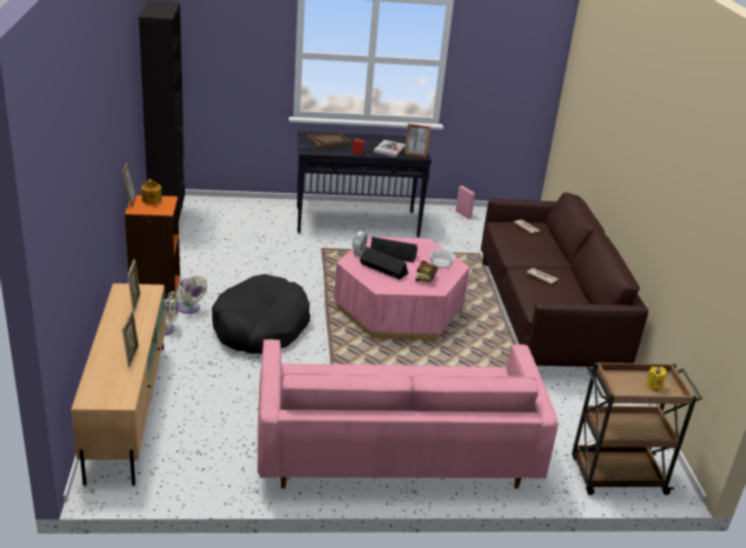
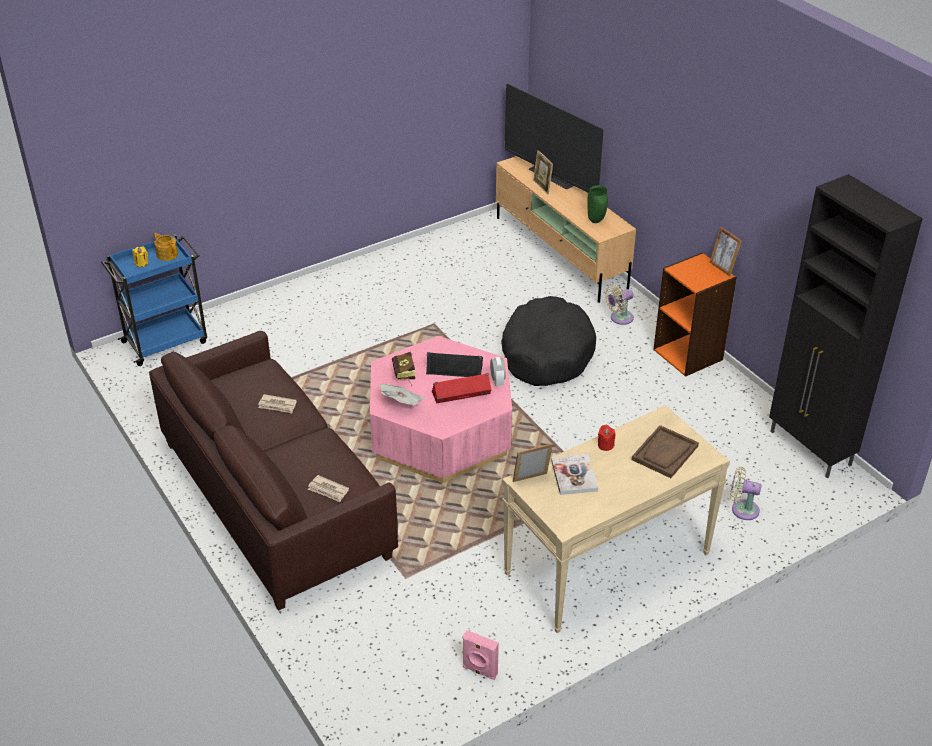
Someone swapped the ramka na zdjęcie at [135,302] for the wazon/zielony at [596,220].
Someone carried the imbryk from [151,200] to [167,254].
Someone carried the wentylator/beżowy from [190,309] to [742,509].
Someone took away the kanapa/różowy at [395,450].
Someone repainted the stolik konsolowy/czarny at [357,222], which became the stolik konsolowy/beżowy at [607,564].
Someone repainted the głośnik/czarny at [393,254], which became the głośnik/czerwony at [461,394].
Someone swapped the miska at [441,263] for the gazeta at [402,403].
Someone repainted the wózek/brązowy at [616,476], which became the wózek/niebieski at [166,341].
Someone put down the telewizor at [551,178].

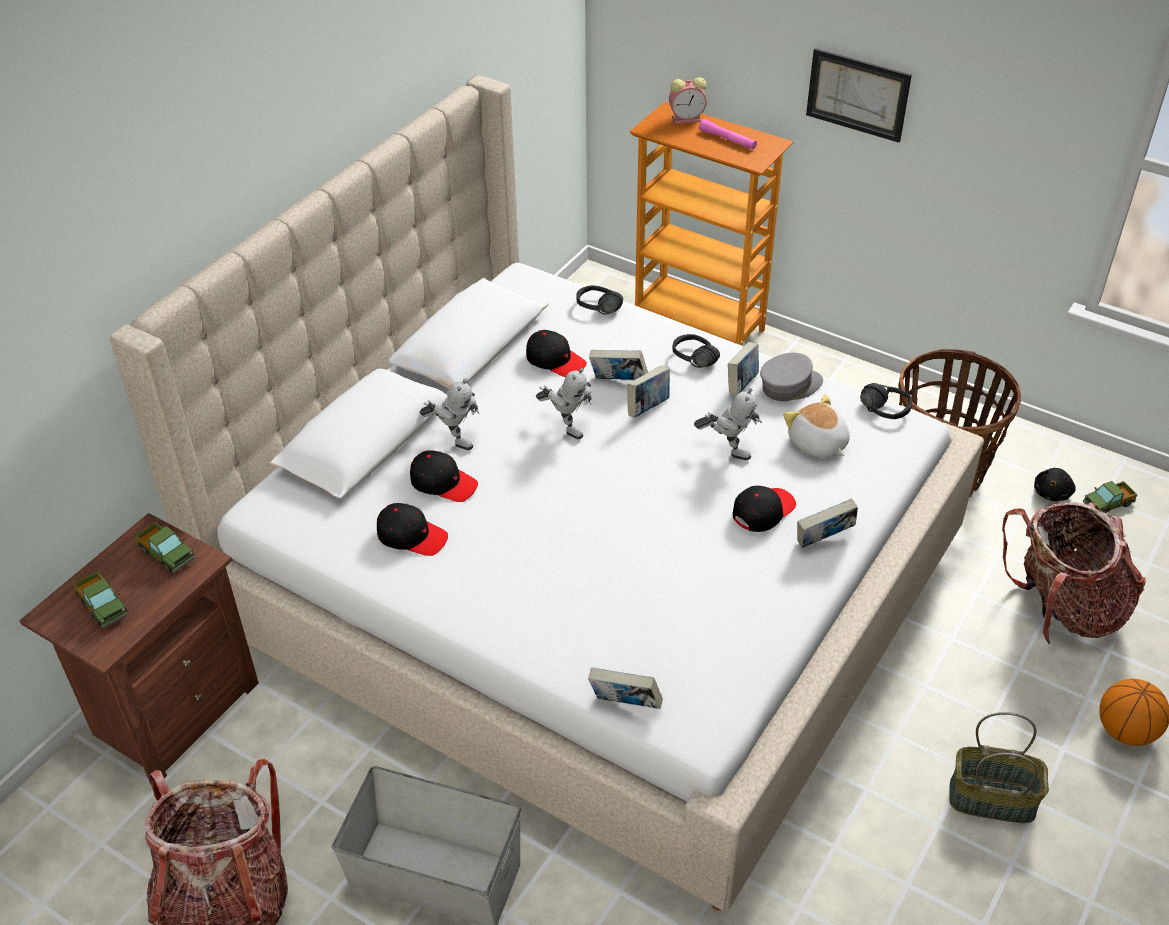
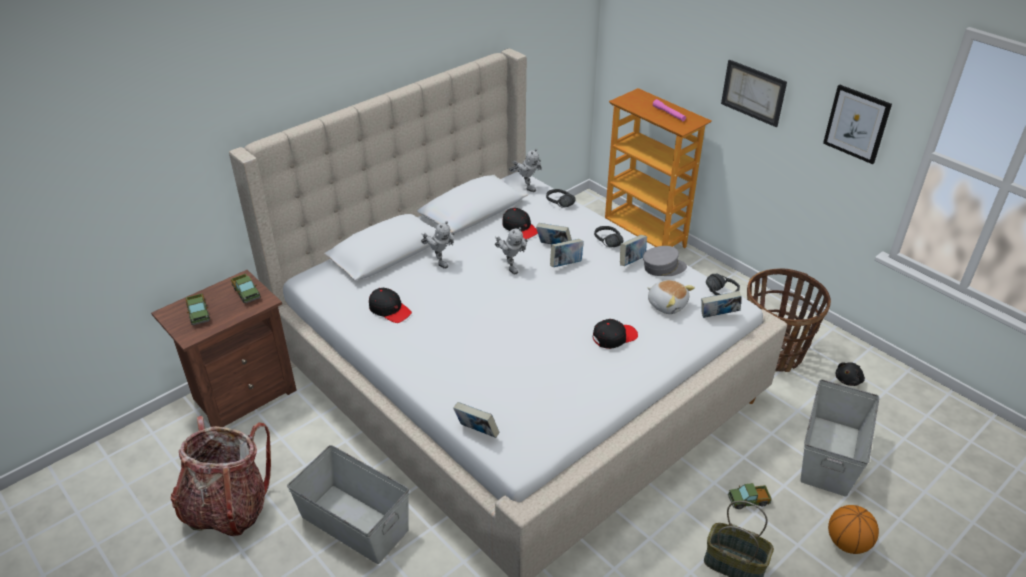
Someone took away the czapka z daszkiem/czarny at [443,483].
Someone took away the budzik at [687,119].
Someone carried the robot zabawkowy from [727,449] to [526,186].
Someone rotated the pluszak at [817,444] by 150 degrees clockwise.
Someone carried the książka from [824,540] to [718,316].
Someone swapped the plecak at [1062,609] for the pojemnik do przechowywania/szary at [829,455].
Someone carried the ciężarówka zabawkowa from [1108,504] to [748,501].
Someone put up the obraz at [857,124].

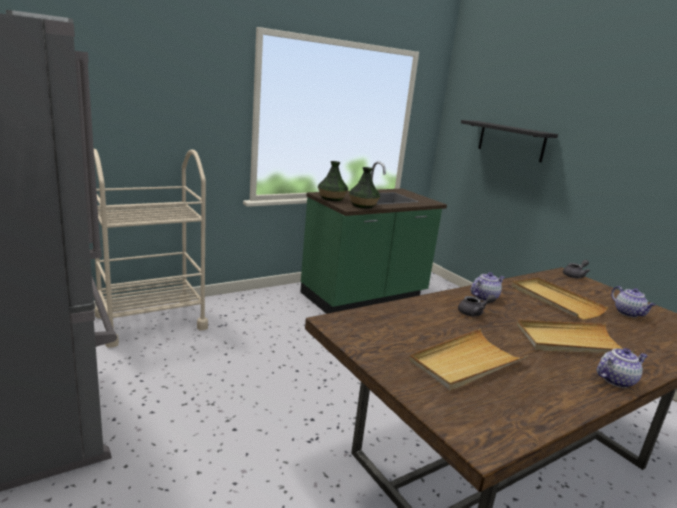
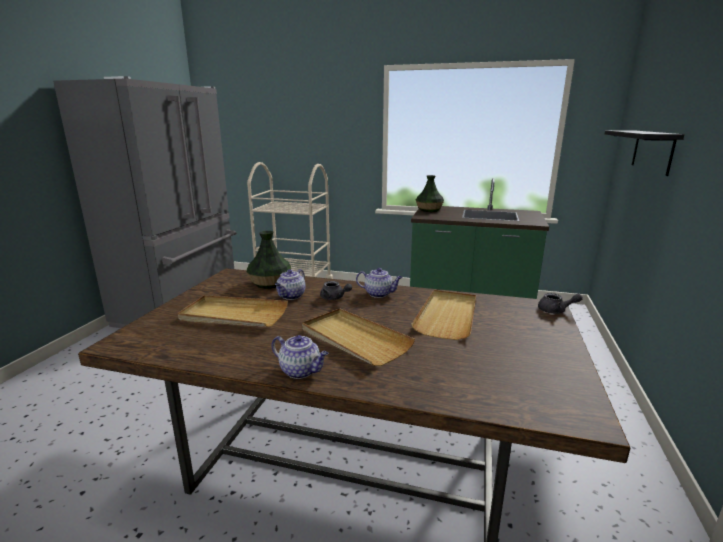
Someone carried the wazon from [363,205] to [270,283].
Someone carried the imbryk from [628,313] to [291,296].

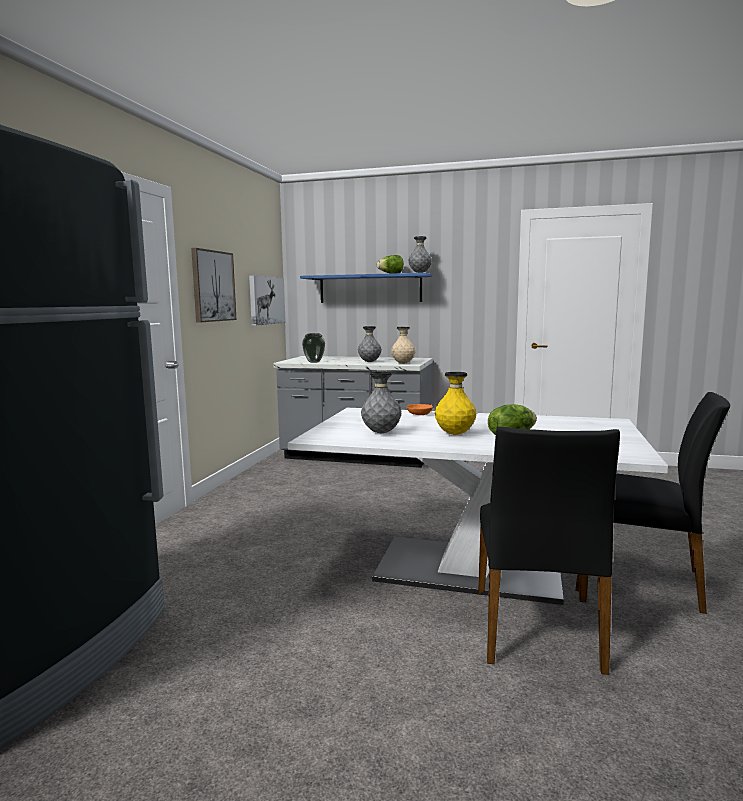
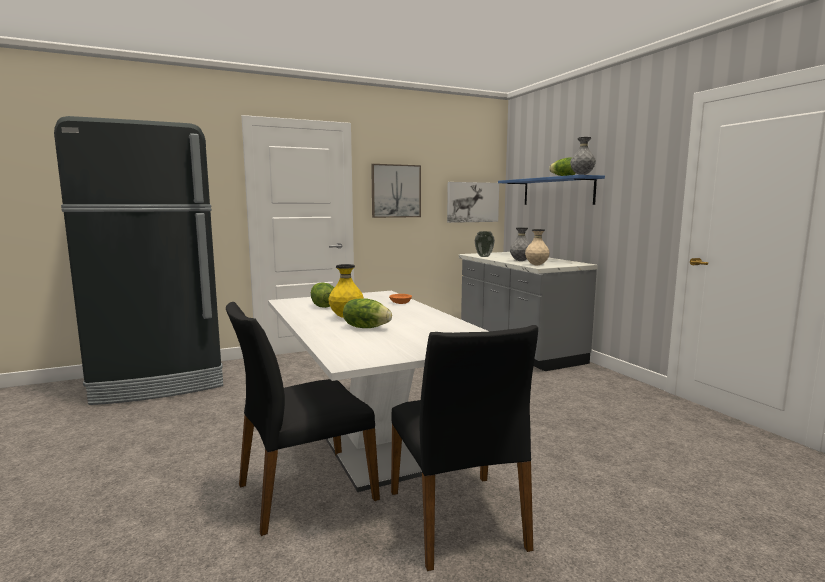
Someone swapped the wazon/szary at [381,433] for the sałata at [322,306].

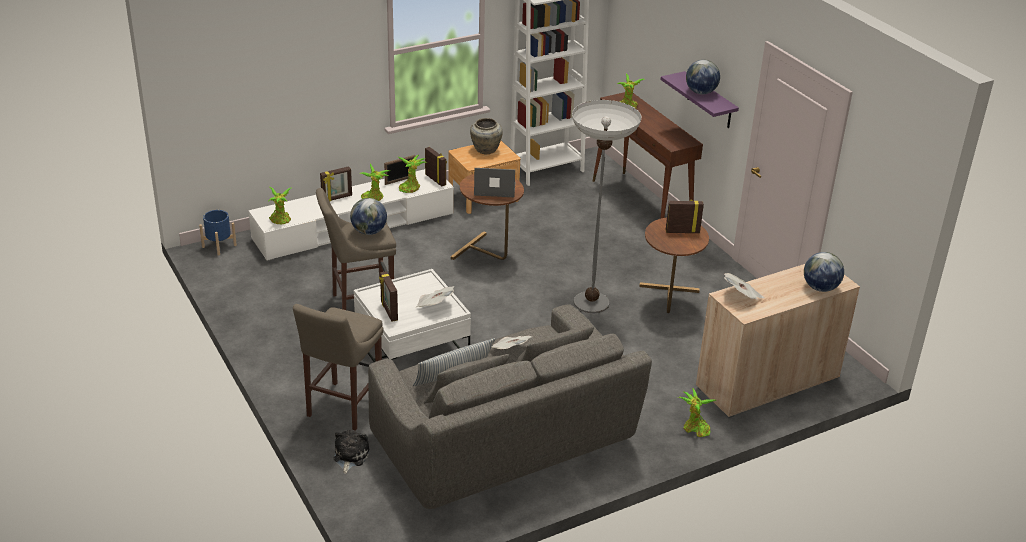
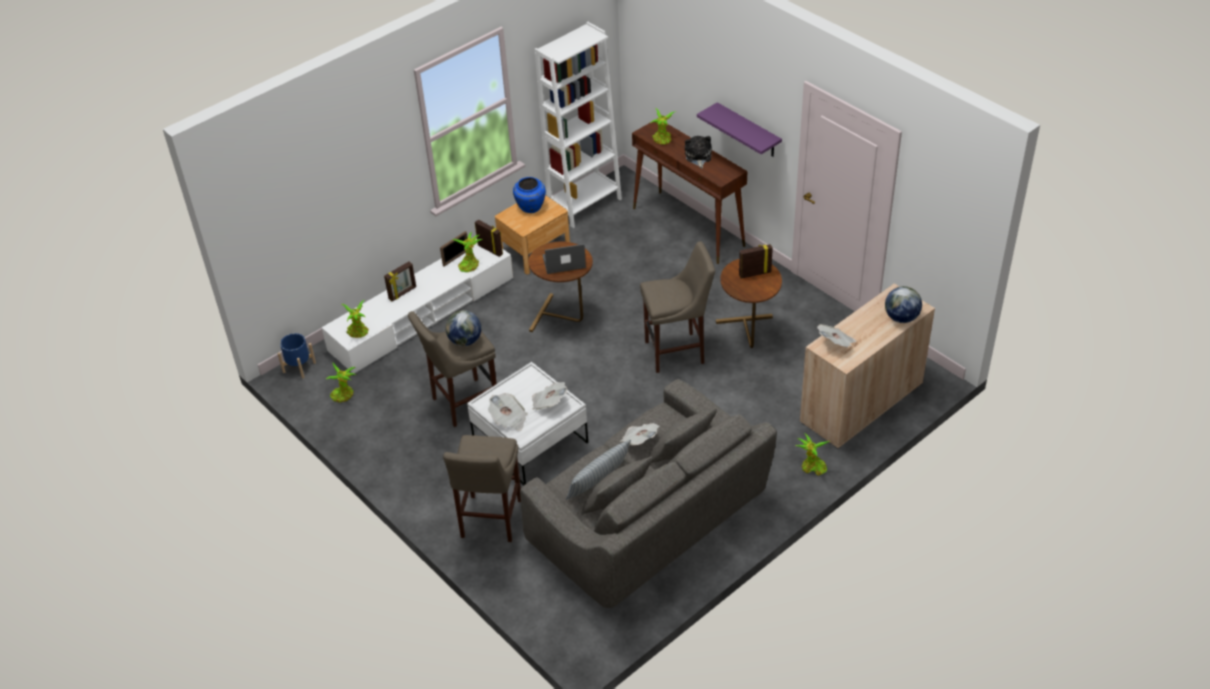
Someone carried the pluszak from [350,456] to [698,157].
Someone carried the roślina doniczkowa from [374,198] to [344,395].
Someone swapped the ramka na zdjęcie at [388,311] for the gazeta at [509,419].
Someone repainted the wazon/beżowy at [485,150], which became the wazon/niebieski at [530,208].
Someone swapped the lampa stojąca at [591,303] for the stołek/beżowy at [678,352].
Someone took away the globus at [700,92].

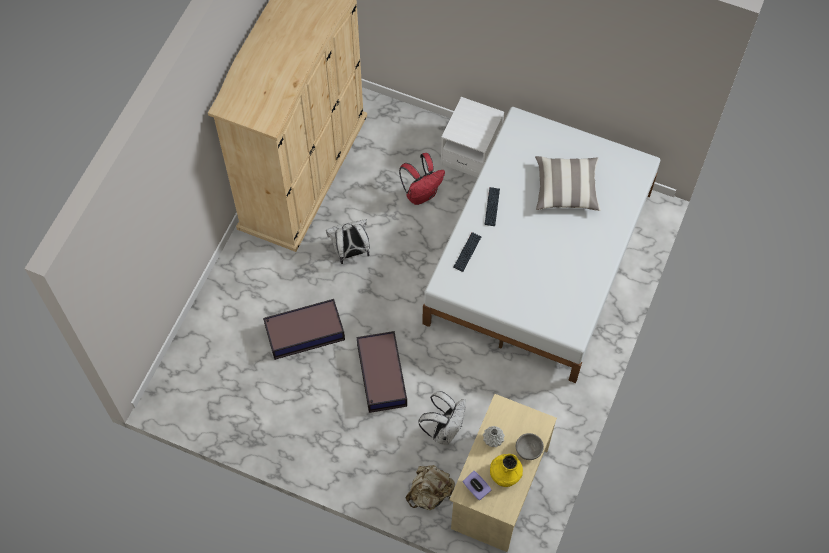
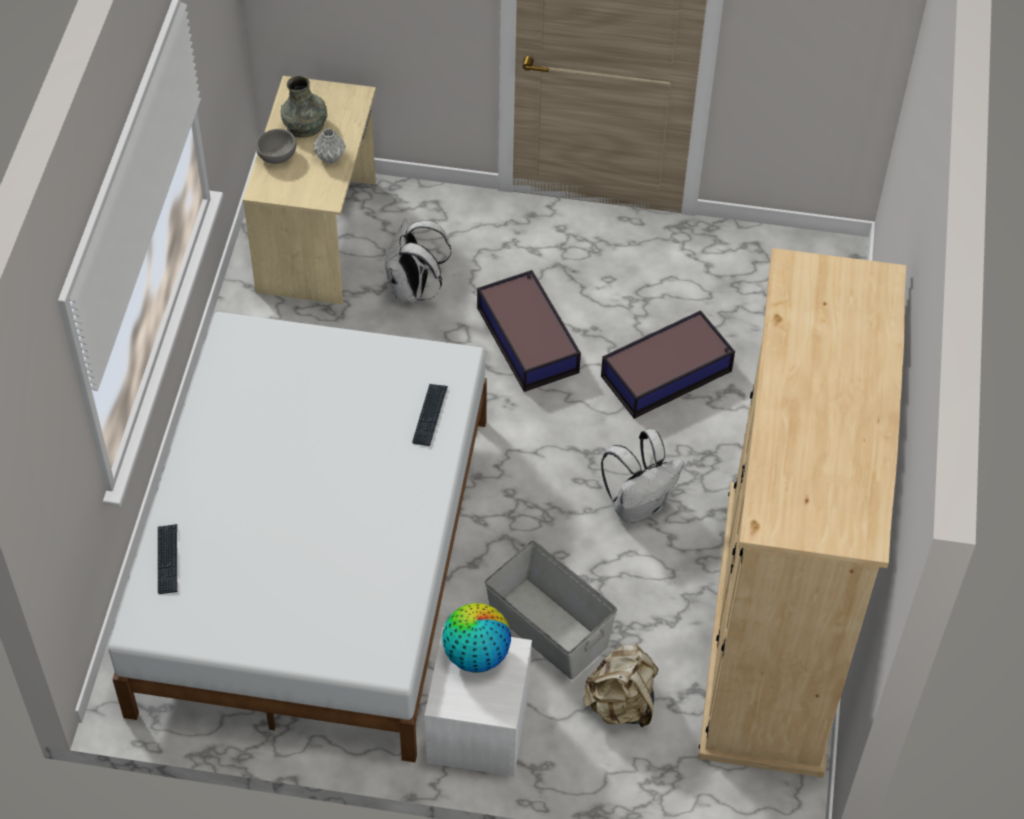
Someone swapped the plecak/czerwony at [421,194] for the pojemnik do przechowywania/szary at [548,629].
Someone carried the plecak/beżowy from [429,493] to [621,704].
Someone took away the pudełko chusteczek/fioletowy at [476,489].
Someone carried the klawiatura from [492,207] to [167,559].
Someone repainted the wazon/żółty at [505,474], which became the wazon/szary at [305,125].
Someone took away the poduszka at [566,189].
Someone put down the globus at [476,654].

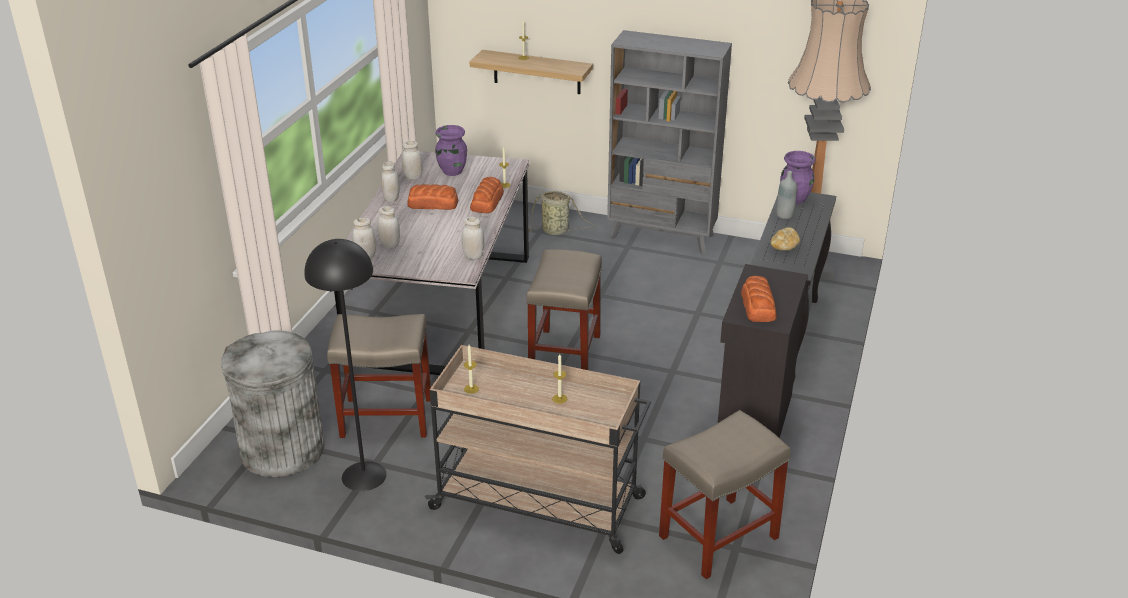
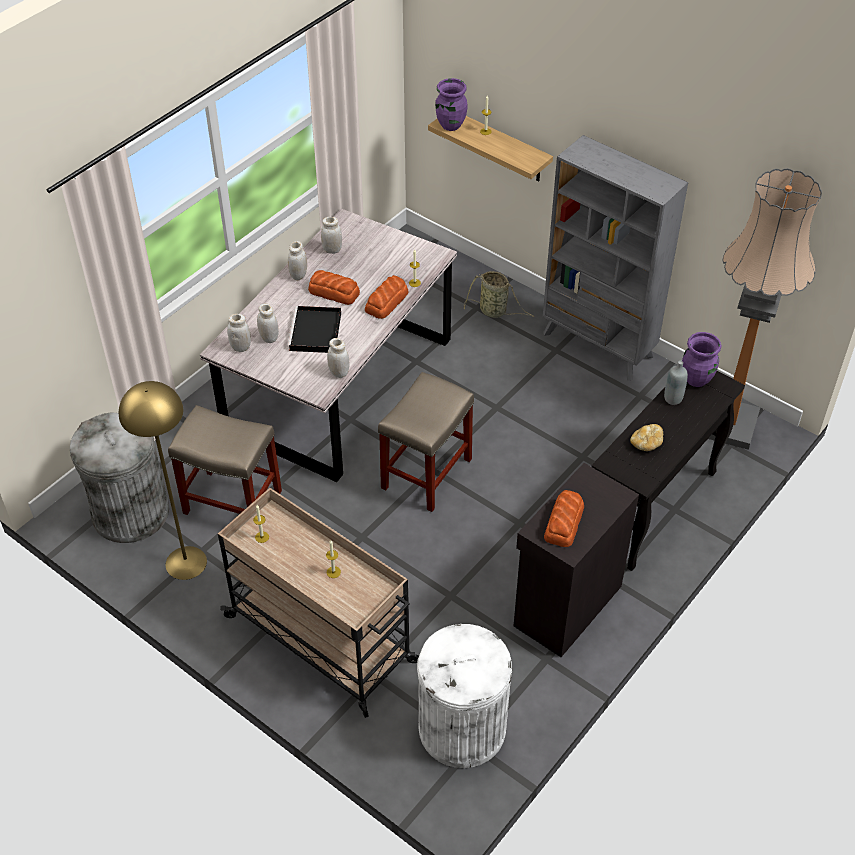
Someone repainted the lampa stojąca/czarny at [364,476], which became the lampa stojąca/żółty at [186,563].
Someone carried the wazon/fioletowy from [452,171] to [450,125].
Someone swapped the stołek/beżowy at [717,538] for the kosz na śmieci/biały at [461,728].
Someone put down the taca/czarny at [315,333].

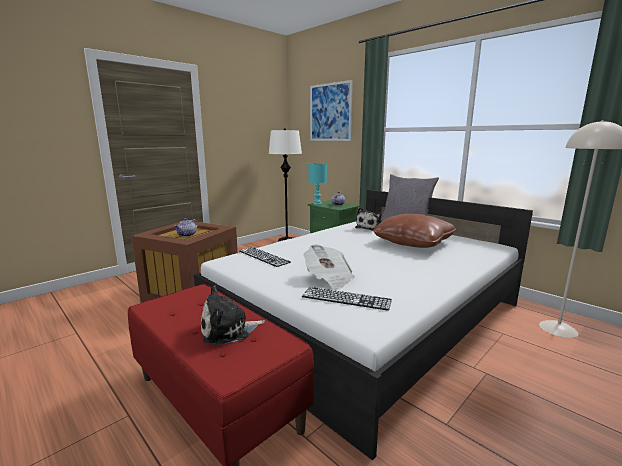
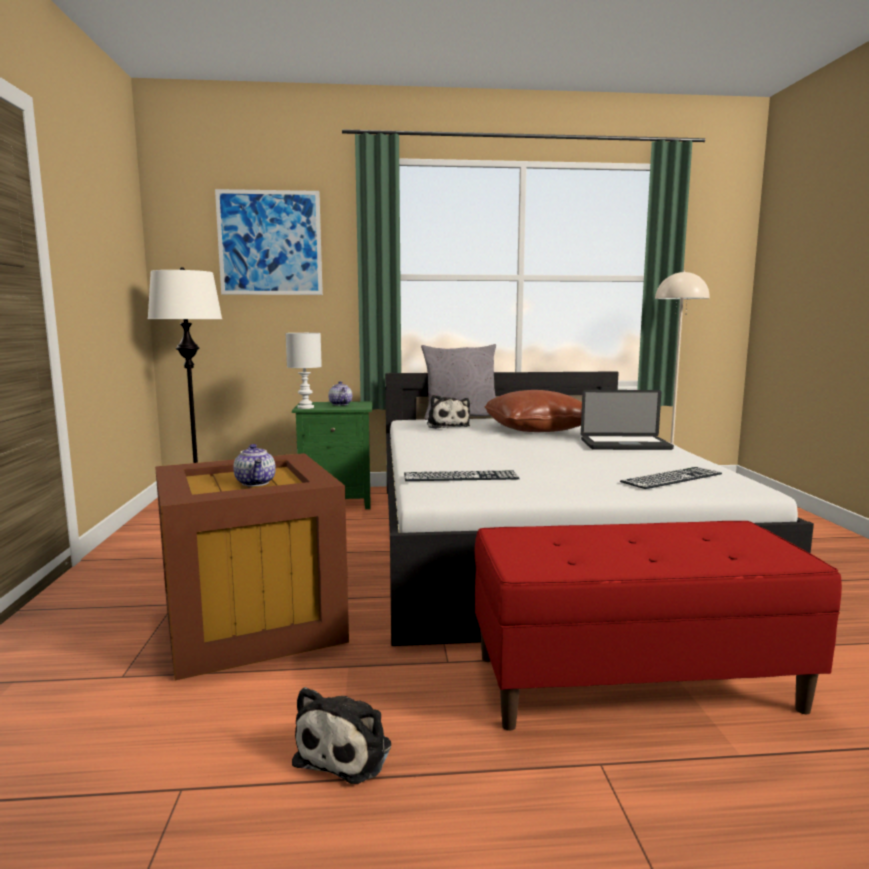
Someone carried the pluszak from [228,330] to [347,751].
Someone took away the gazeta at [328,278].
Someone repainted the lampa stołowa/turkusowy at [317,203], which became the lampa stołowa/biały at [305,407].
Someone put down the laptop at [625,445].

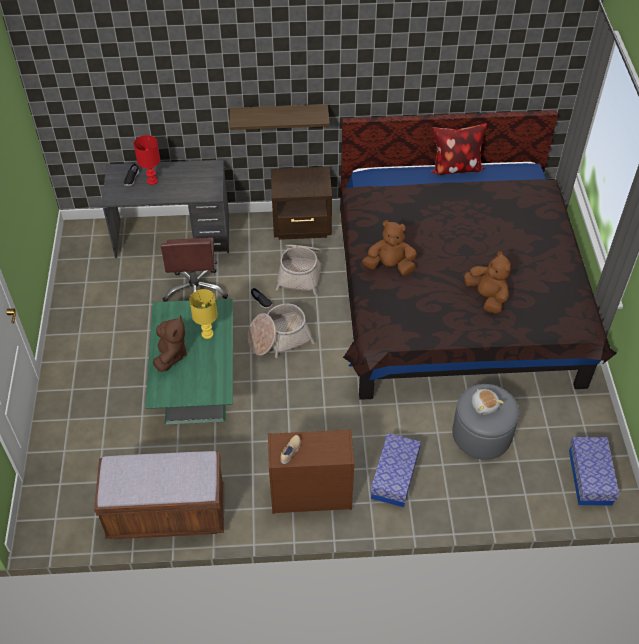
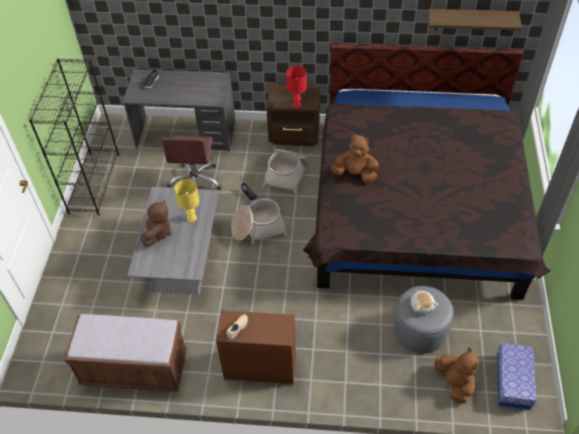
Someone carried the lampa stołowa/czerwony from [152,181] to [297,105].
Someone repainted the ława/zielony at [196,382], which became the ława/szary at [181,258].
Someone carried the półka from [279,116] to [471,20].
Someone took away the pojemnik do przechowywania at [394,476].
Someone took away the poduszka at [455,167].
Someone carried the pluszak/brązowy from [487,297] to [454,383].
Someone put down the regał/czarny at [94,183].

